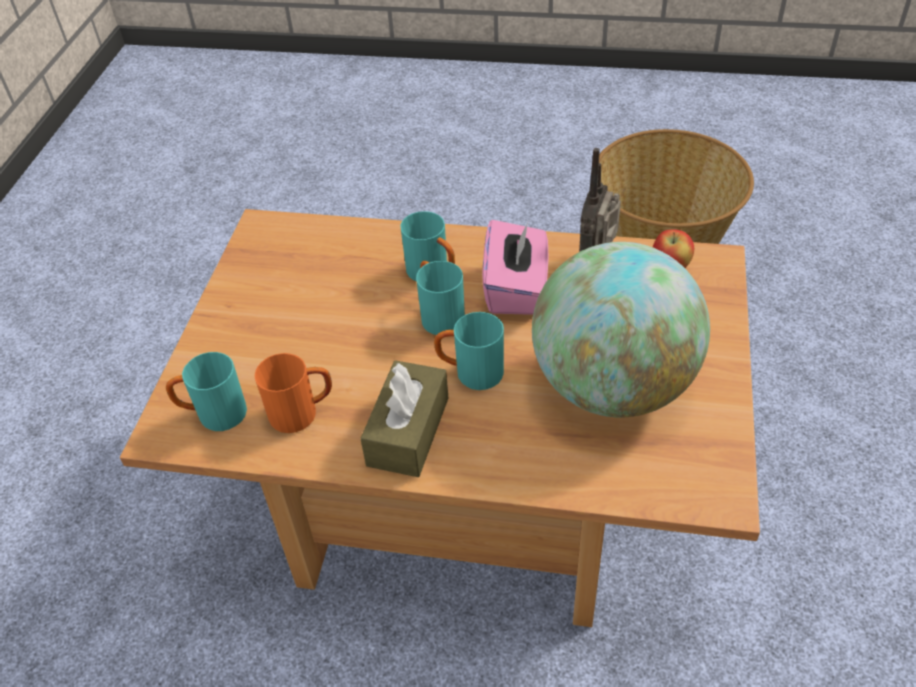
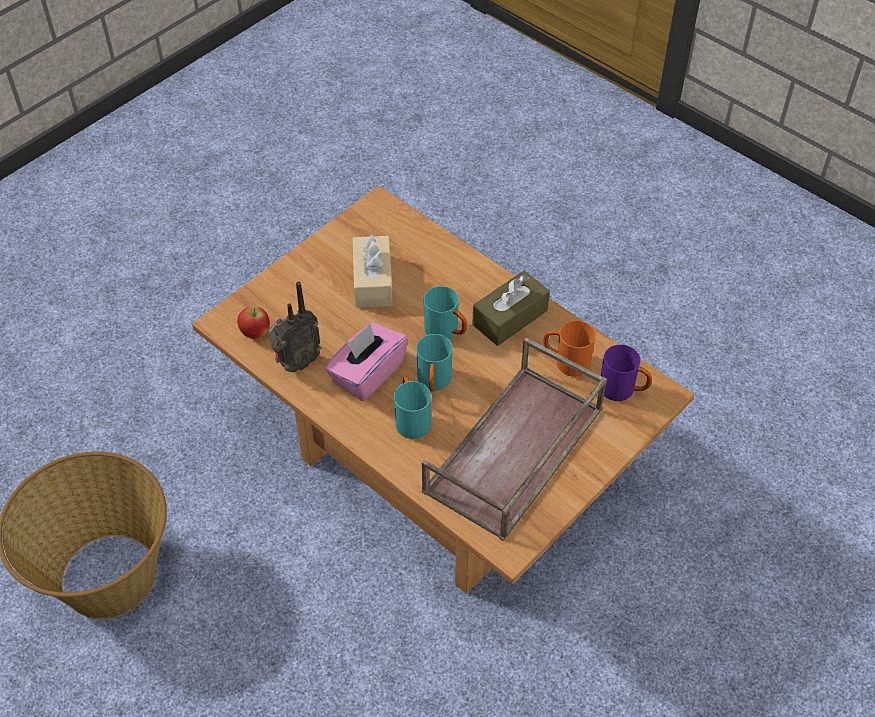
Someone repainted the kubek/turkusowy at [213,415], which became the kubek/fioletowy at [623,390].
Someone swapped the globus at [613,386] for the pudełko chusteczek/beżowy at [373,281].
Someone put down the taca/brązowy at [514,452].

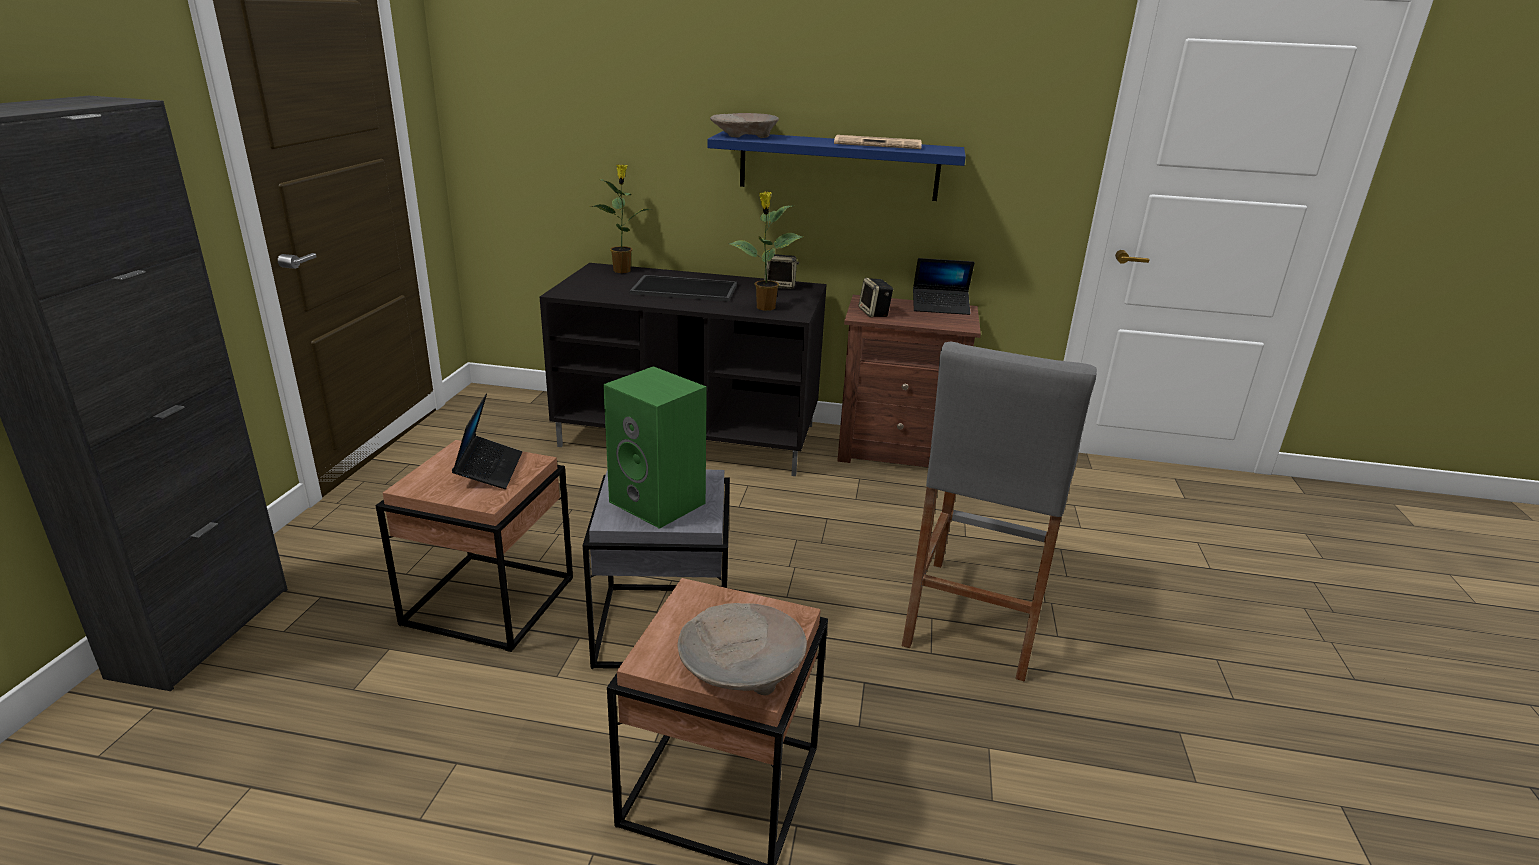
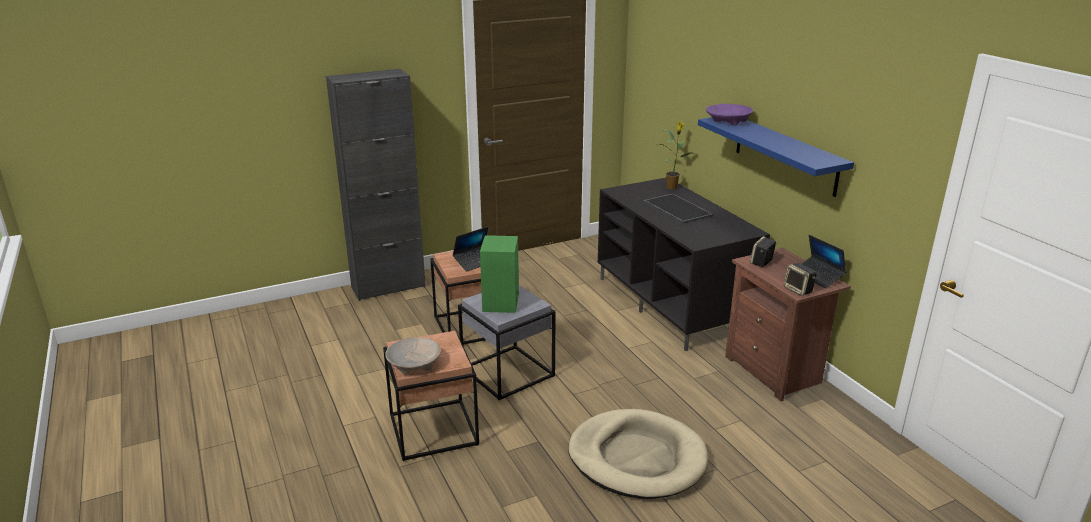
Someone repainted the miska/beżowy at [744,136], which became the miska/fioletowy at [728,121].
Someone took away the roślina doniczkowa at [764,308].
Someone carried the głośnik from [780,286] to [799,290].
Someone took away the gazeta at [879,144].
Someone swapped the stołek/szary at [975,617] for the legowisko/beżowy at [637,458].

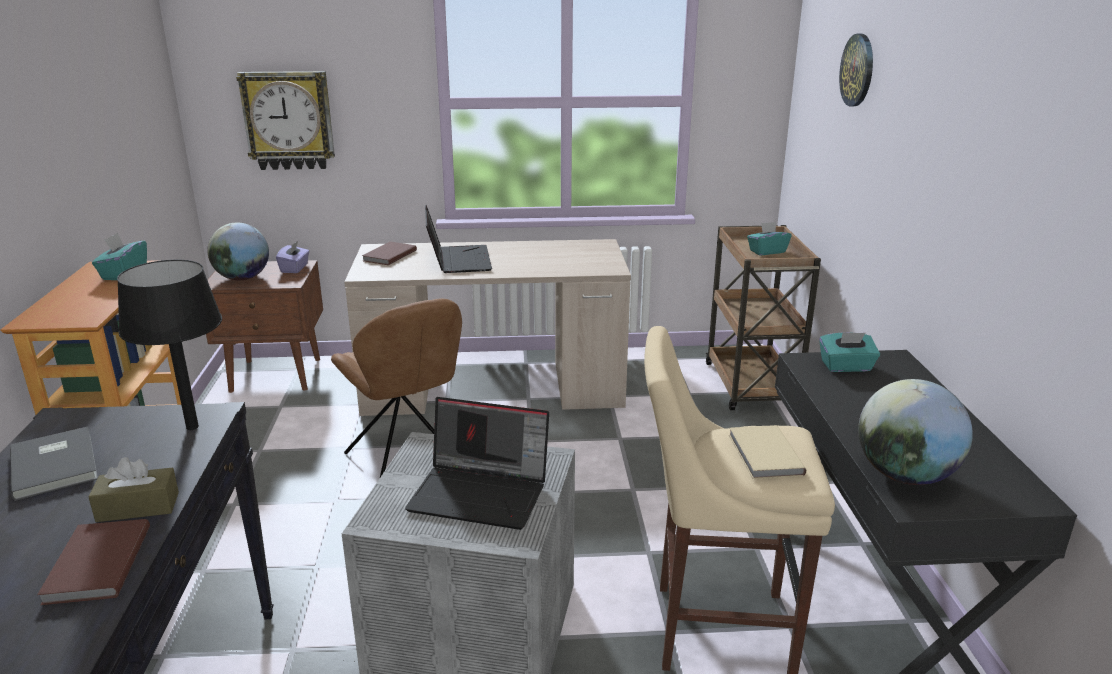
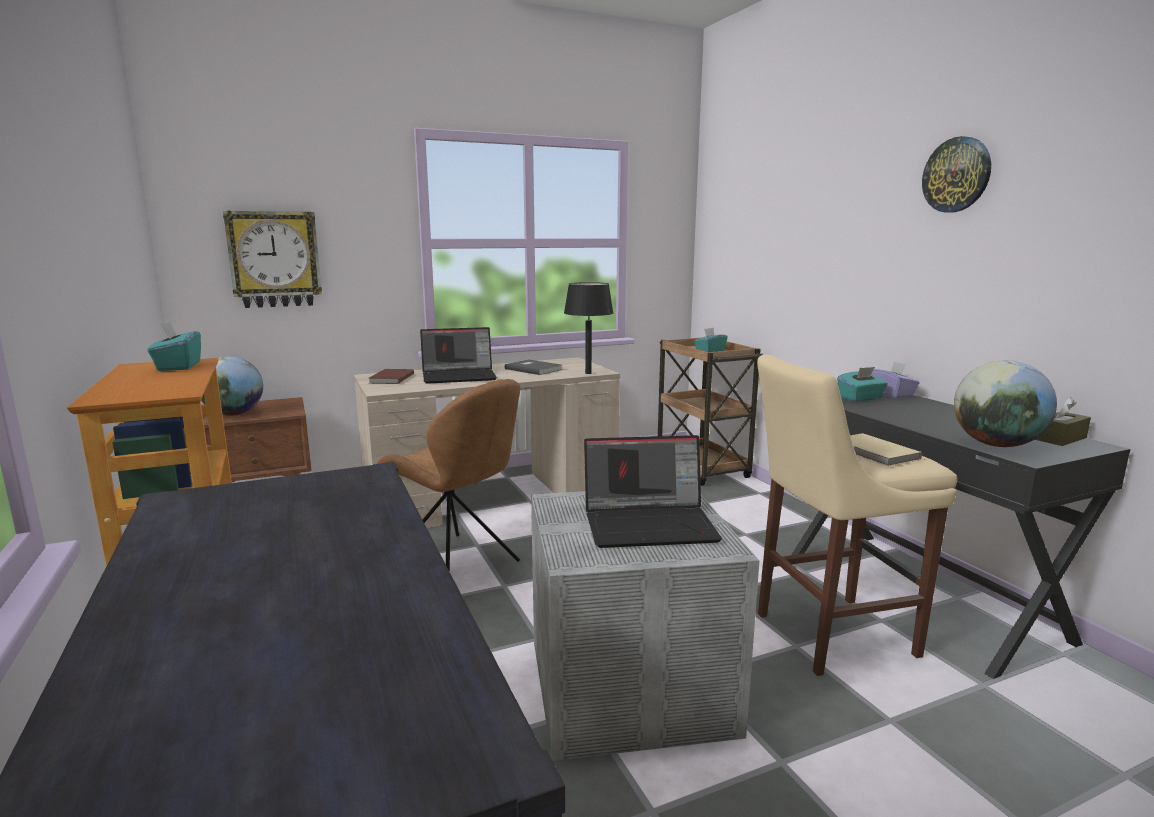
Someone carried the książka/szary from [57,464] to [533,369].
Someone took away the książka/brązowy at [95,565].
Someone carried the pudełko chusteczek/brązowy from [138,507] to [1059,438].
Someone carried the lampa stołowa/czarny from [192,427] to [588,373].
Someone carried the pudełko chusteczek/fioletowy from [295,268] to [892,394].
Someone rotated the laptop at [457,260] by 105 degrees clockwise.
Someone carried the zegar ścienny from [858,70] to [956,175].

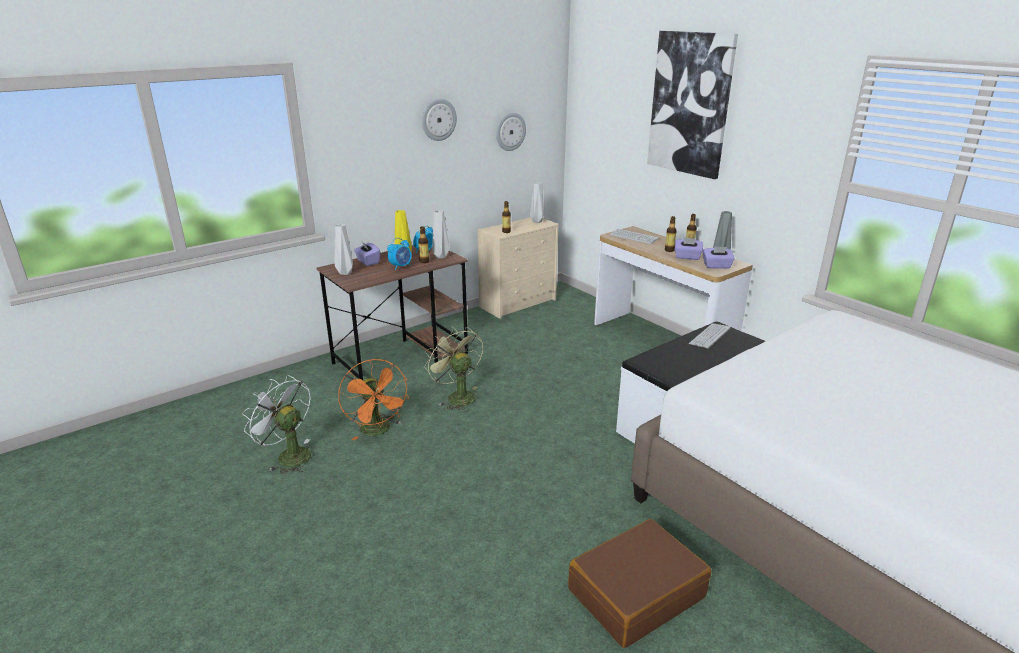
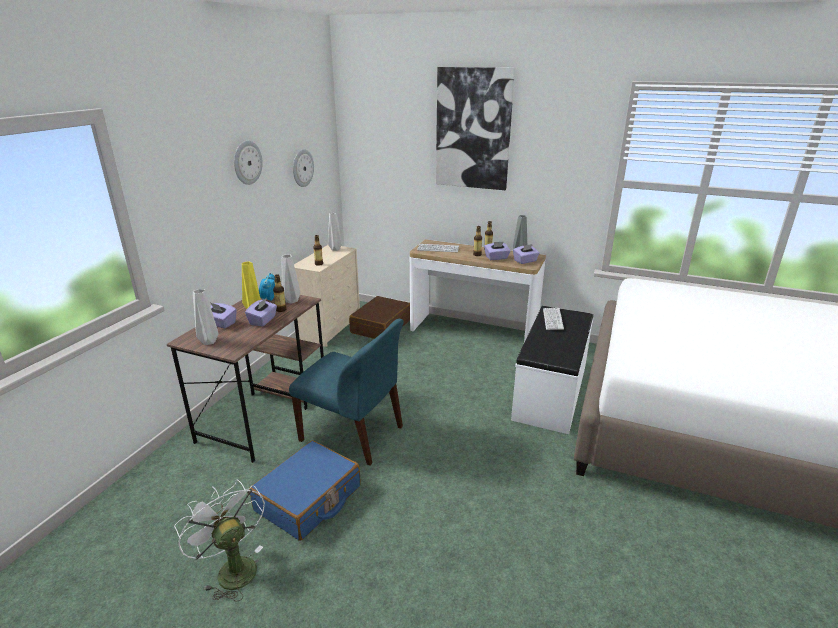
Someone rotated the wentylator/biały at [288,455] by 45 degrees clockwise.
Someone swapped the wentylator/pomarańczowy at [378,431] for the walizka/niebieski at [308,499].
Someone swapped the budzik at [401,266] for the pudełko chusteczek/fioletowy at [263,320].
Someone swapped the wentylator/zielony at [457,396] for the krzesło/niebieski at [354,434].
Someone carried the walizka/brązowy from [636,593] to [381,326].

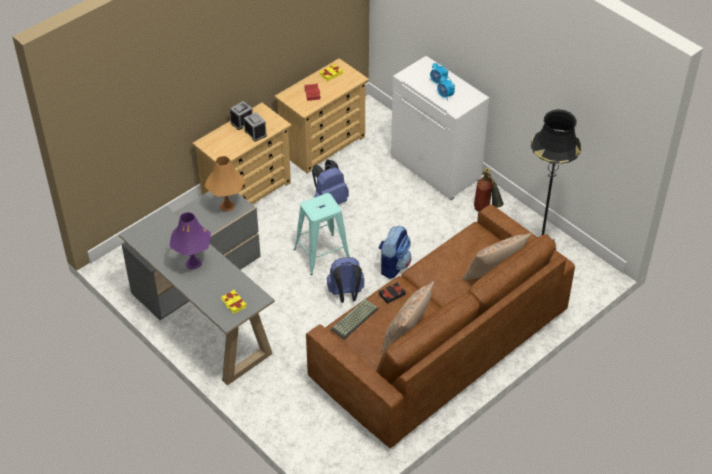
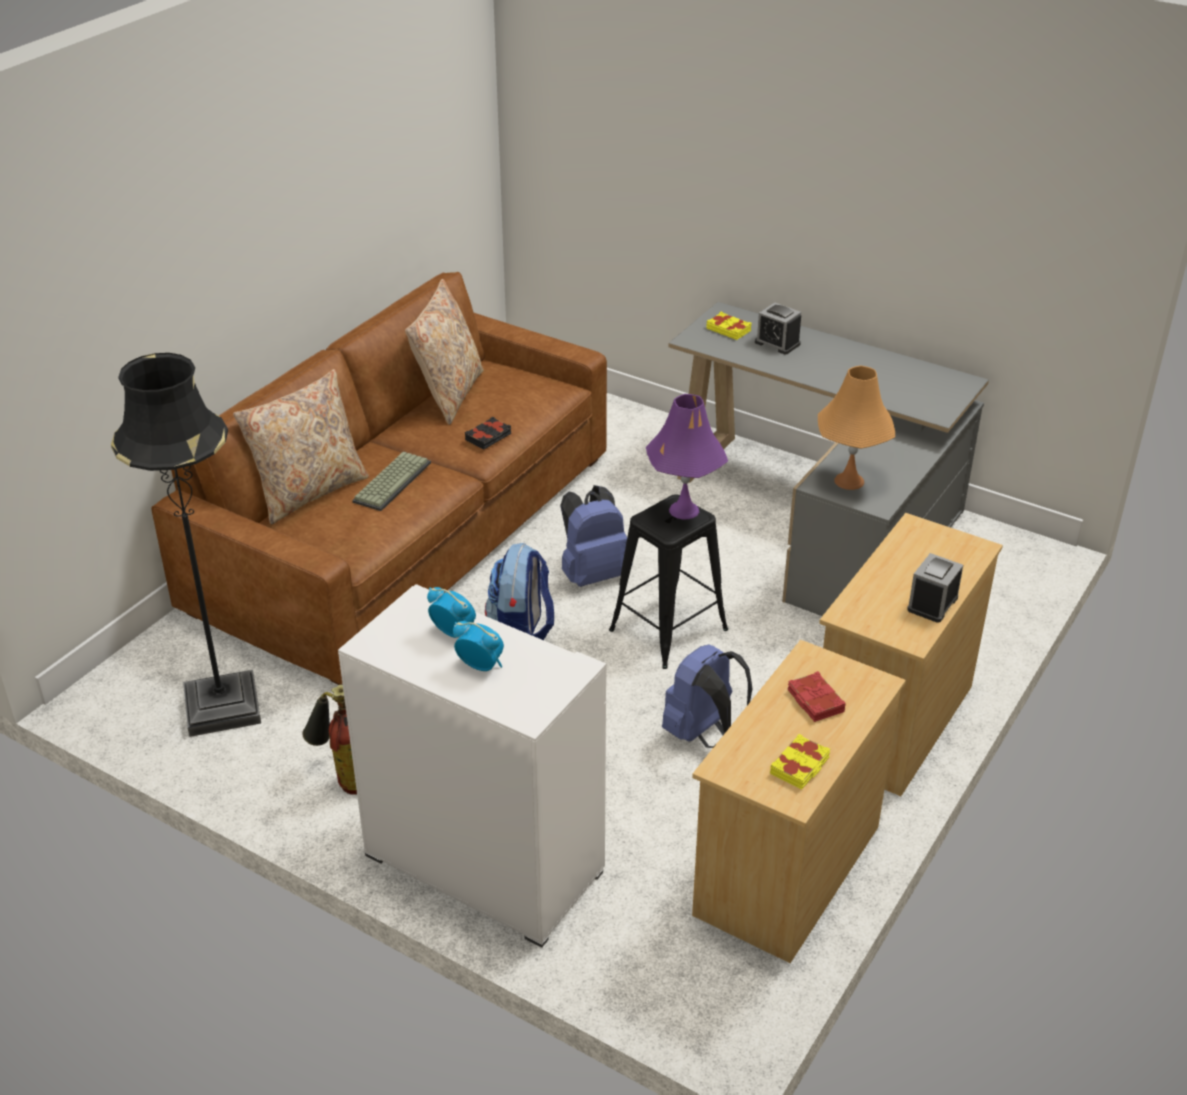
Someone carried the lampa stołowa/fioletowy from [193,263] to [683,510].
Someone carried the budzik from [255,133] to [777,343].
Someone repainted the stołek/turkusowy at [322,254], which became the stołek/czarny at [668,630].
Someone carried the klawiatura from [355,320] to [391,481].

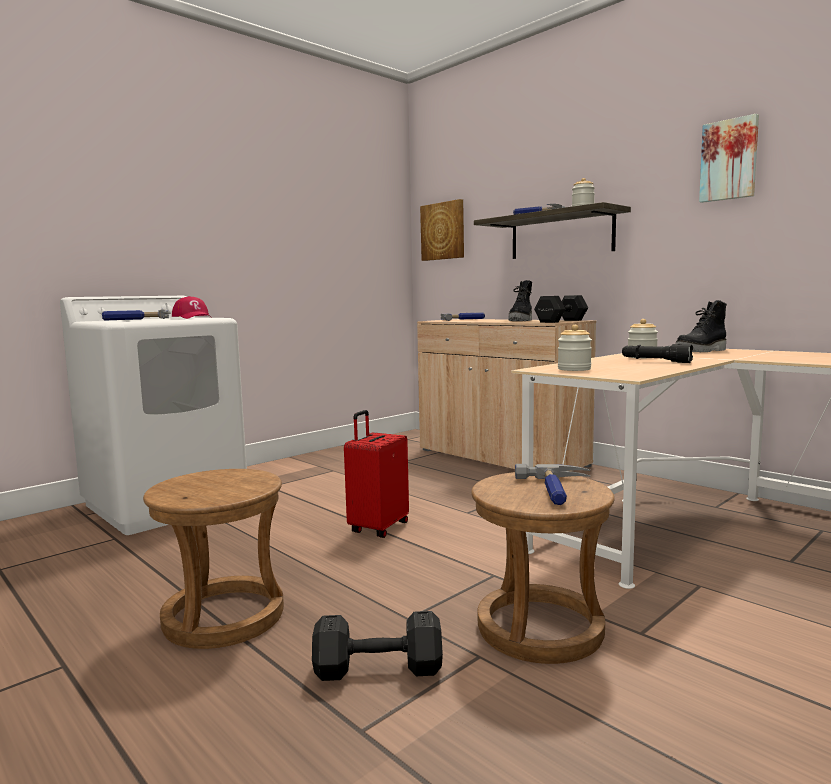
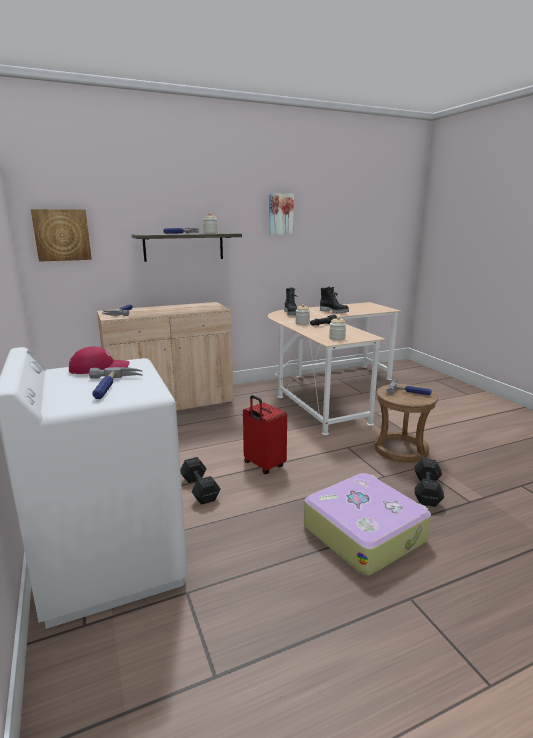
Someone swapped the stołek/brązowy at [224,616] for the walizka at [364,532].
Someone carried the but z cholewką/czarny from [521,321] to [334,312].
Someone carried the hantel/czarny from [562,321] to [200,488].

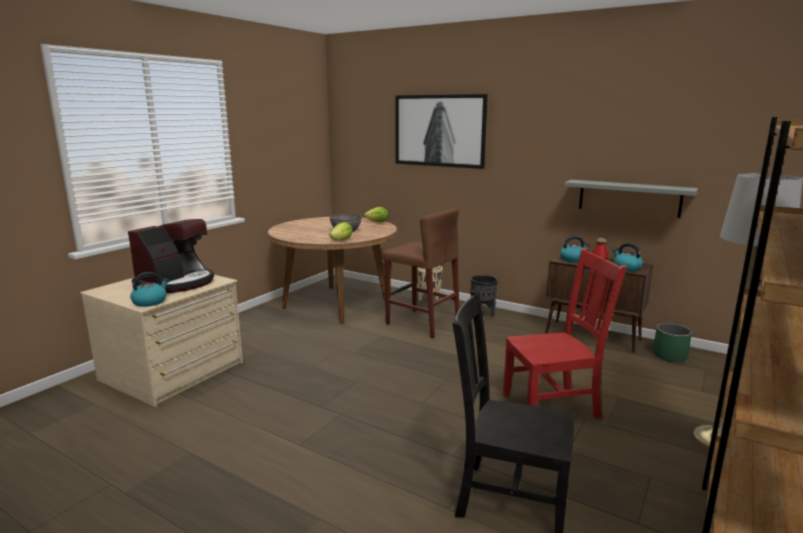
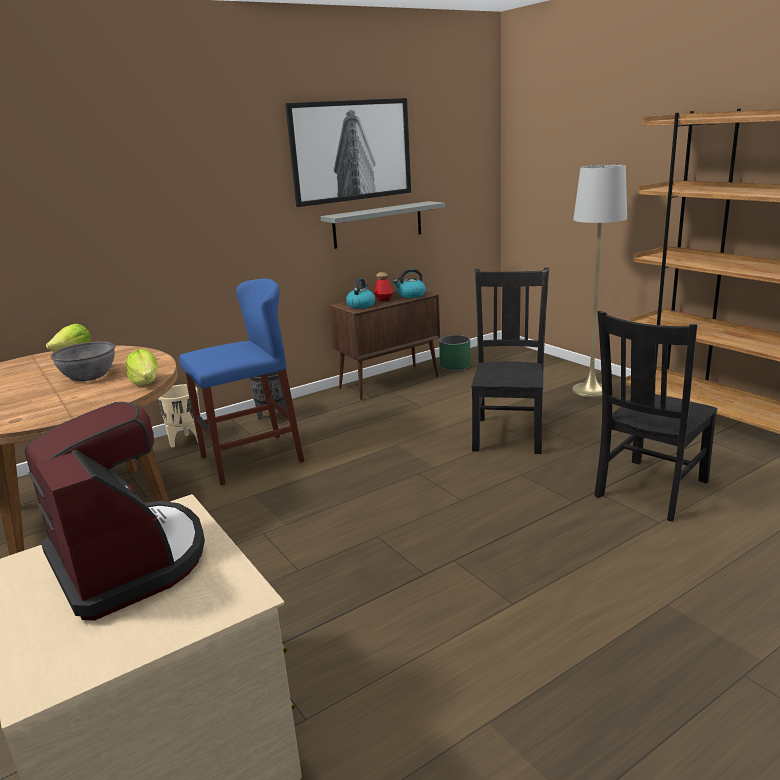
Someone took away the czajnik at [150,302].
Someone repainted the stołek/brązowy at [422,323], which became the stołek/niebieski at [251,459].
Someone carried the obraz from [439,130] to [351,151].
Someone repainted the krzesło/czerwony at [553,405], which became the krzesło/czarny at [509,433].

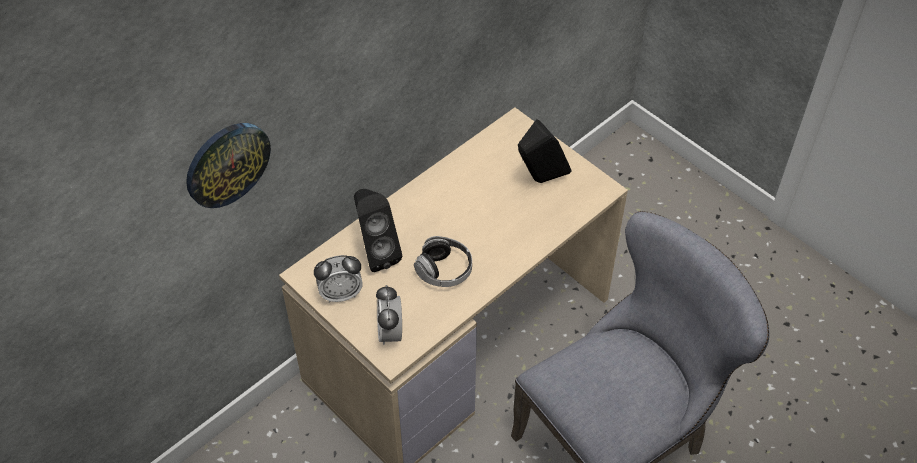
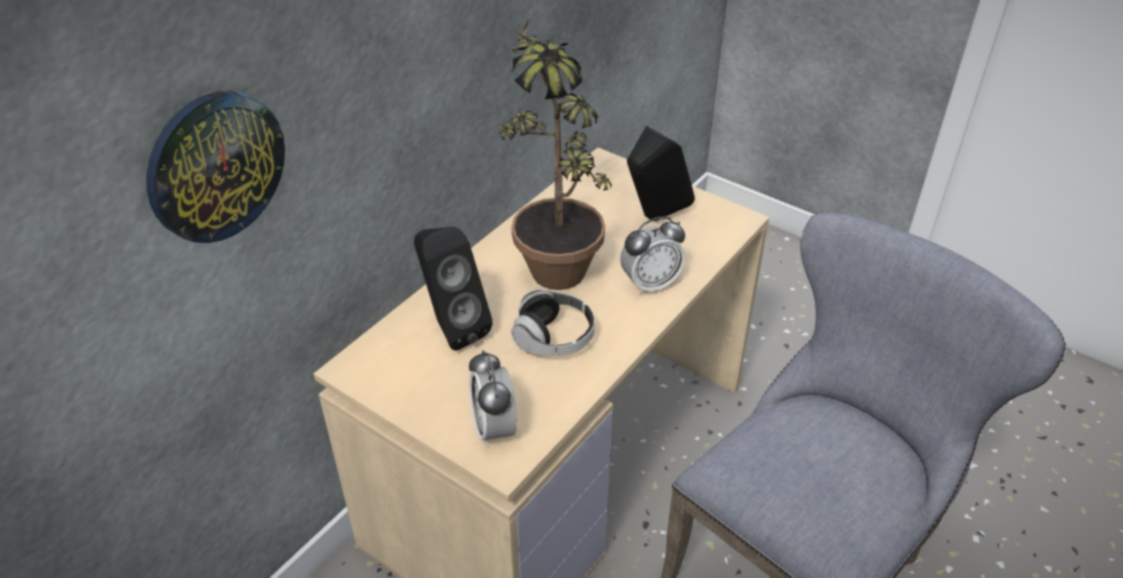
Someone carried the budzik from [341,293] to [650,284].
Someone put down the roślina doniczkowa at [553,259].

